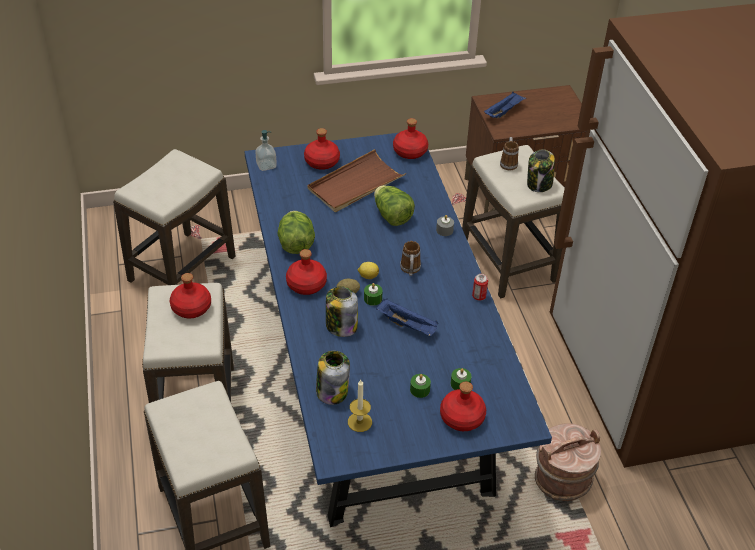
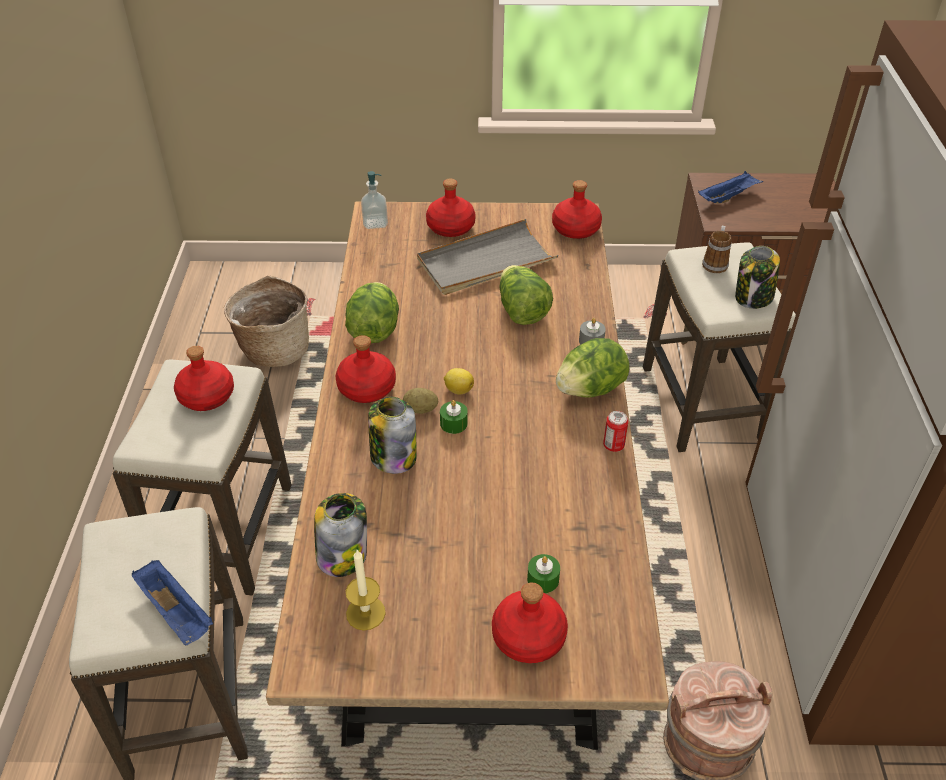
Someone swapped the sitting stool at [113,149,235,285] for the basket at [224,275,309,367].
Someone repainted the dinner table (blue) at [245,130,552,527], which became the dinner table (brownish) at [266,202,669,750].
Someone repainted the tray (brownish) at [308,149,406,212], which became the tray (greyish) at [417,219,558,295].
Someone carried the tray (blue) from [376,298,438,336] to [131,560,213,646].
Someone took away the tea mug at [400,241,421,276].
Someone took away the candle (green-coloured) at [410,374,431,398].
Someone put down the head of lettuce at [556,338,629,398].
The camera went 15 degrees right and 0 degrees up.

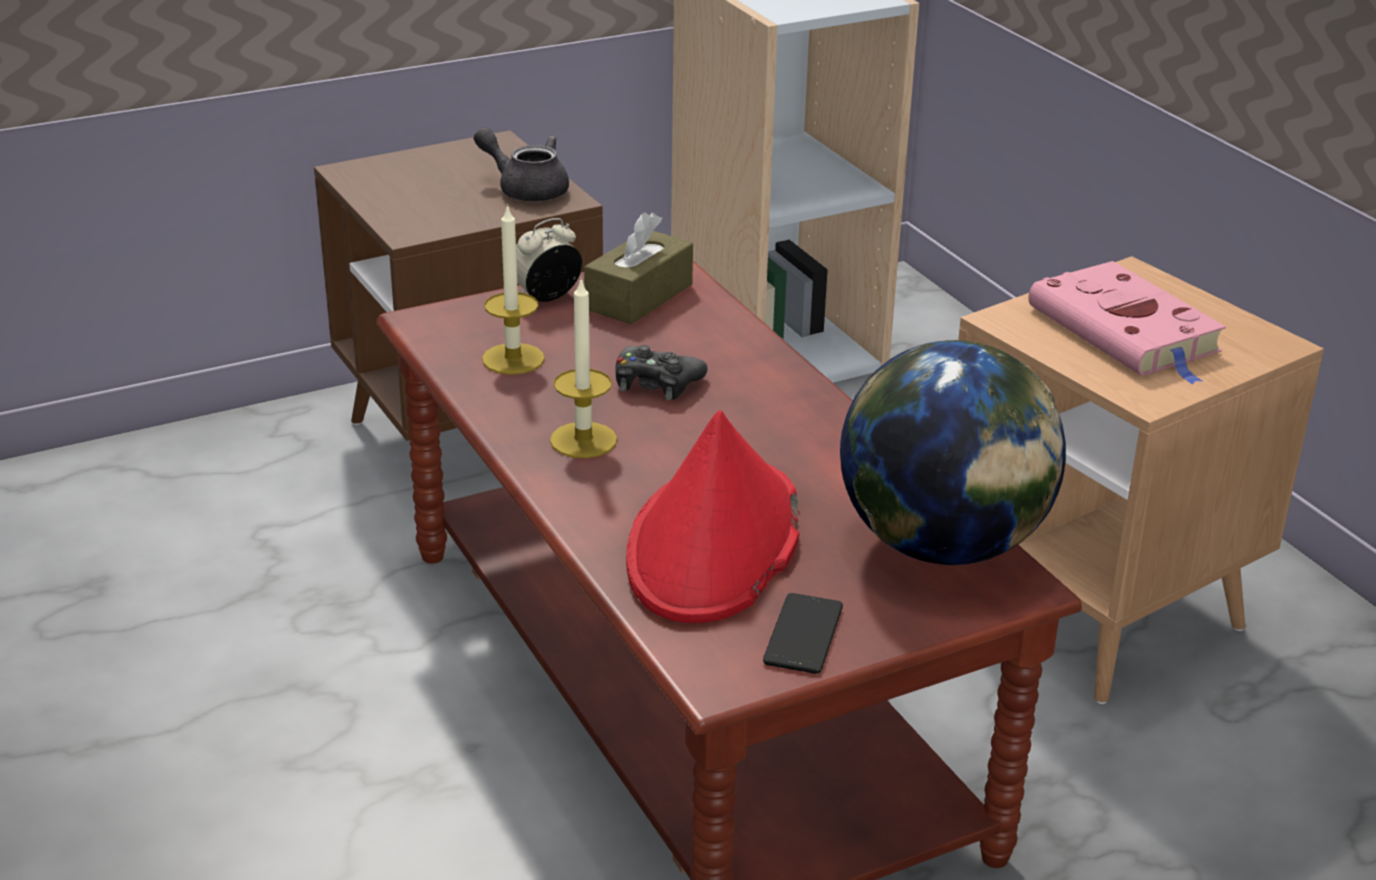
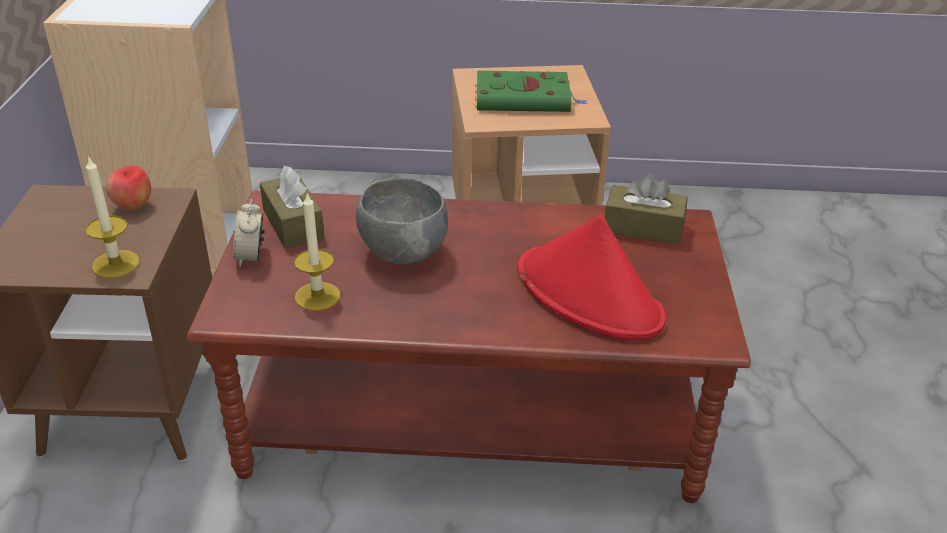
Someone swapped the pot for tea (greyish) at [474,127,569,202] for the apple at [106,165,151,211].
Someone carried the candle from [550,277,617,458] to [85,156,140,278].
Someone swapped the game controller (black) at [615,345,708,400] for the serving bowl (greyish) at [356,178,448,265].
Someone took away the phone at [763,593,843,674].
Someone swapped the world globe at [840,340,1066,565] for the box of tissues (brownish) at [605,174,688,245].
Someone repainted the volume (pink-coloured) at [1028,261,1226,385], which became the volume (green-coloured) at [475,71,587,112].
The camera went 60 degrees left and 5 degrees up.

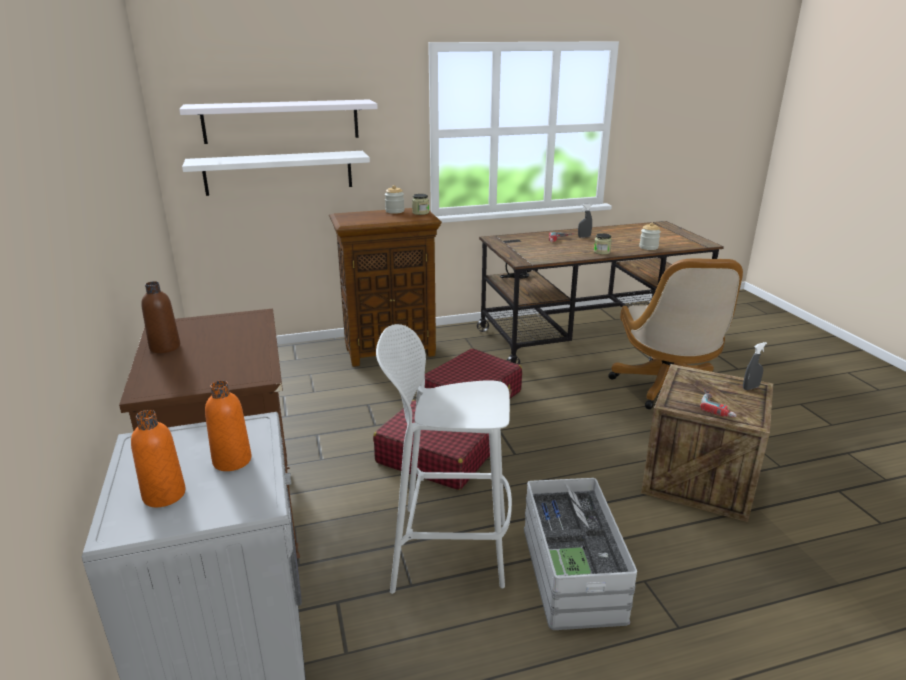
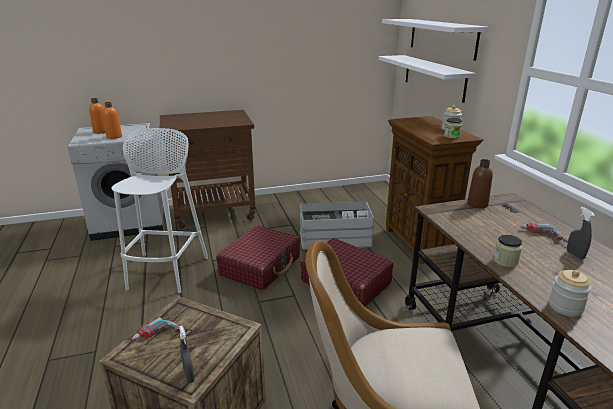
Someone carried the beverage bottle (brownish) from [141,281,180,353] to [467,159,493,208].
Someone carried the storage box (greyish) from [524,478,637,630] to [300,202,374,250].
The camera went 90 degrees right and 0 degrees up.

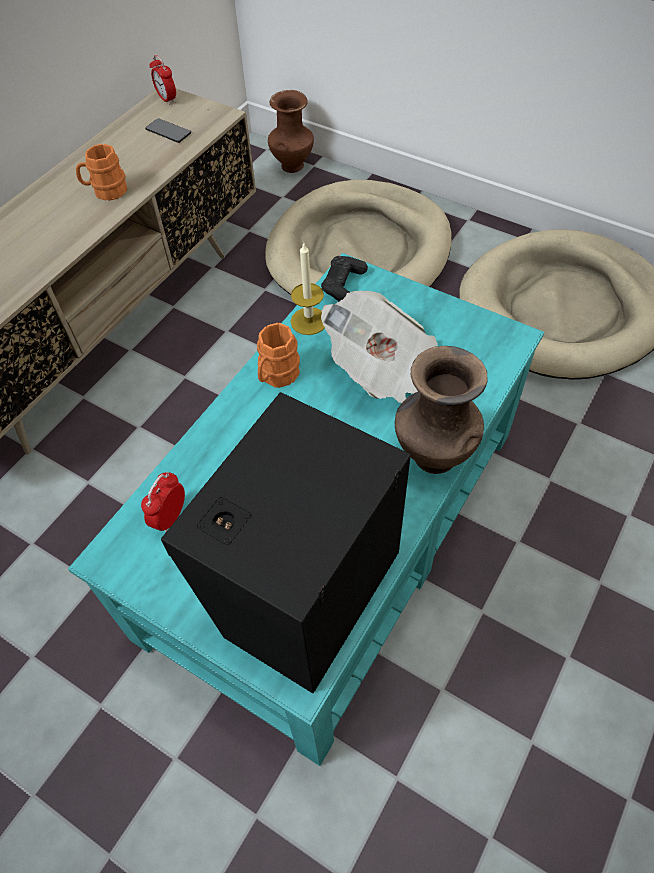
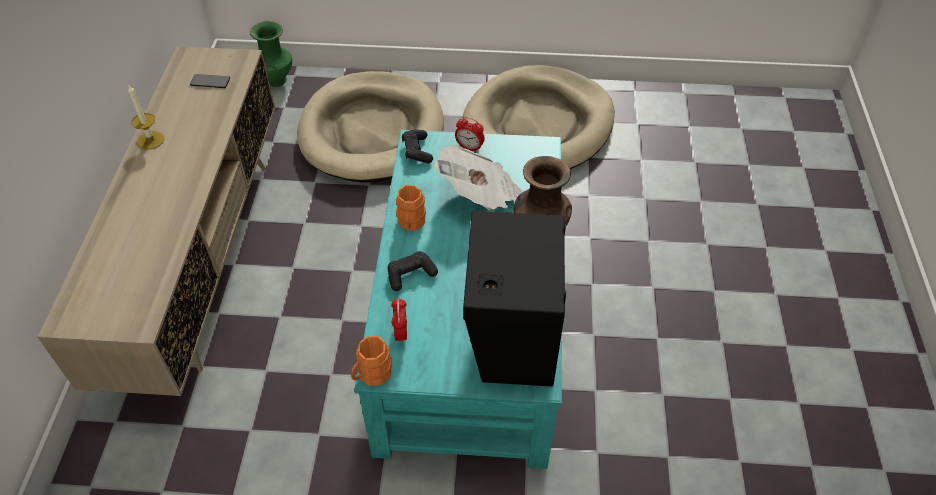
Someone carried the tea mug (orangey) from [76,144,127,201] to [351,336,392,386].
Someone carried the bedside clock from [149,55,176,105] to [455,116,485,152].
Someone repainted the vase (brownish) at [268,90,314,173], which became the vase (green-coloured) at [250,21,292,87].
Someone carried the candle from [291,242,325,335] to [128,85,165,150].
Someone put down the game controller (black) at [388,251,438,291].
The camera went 30 degrees left and 5 degrees down.

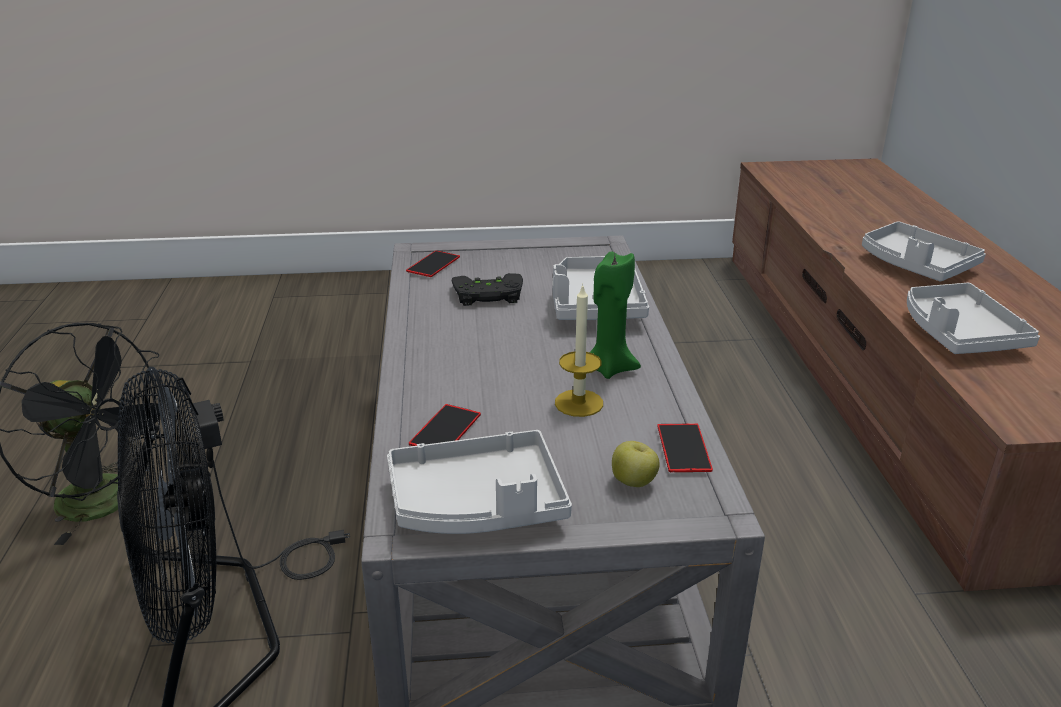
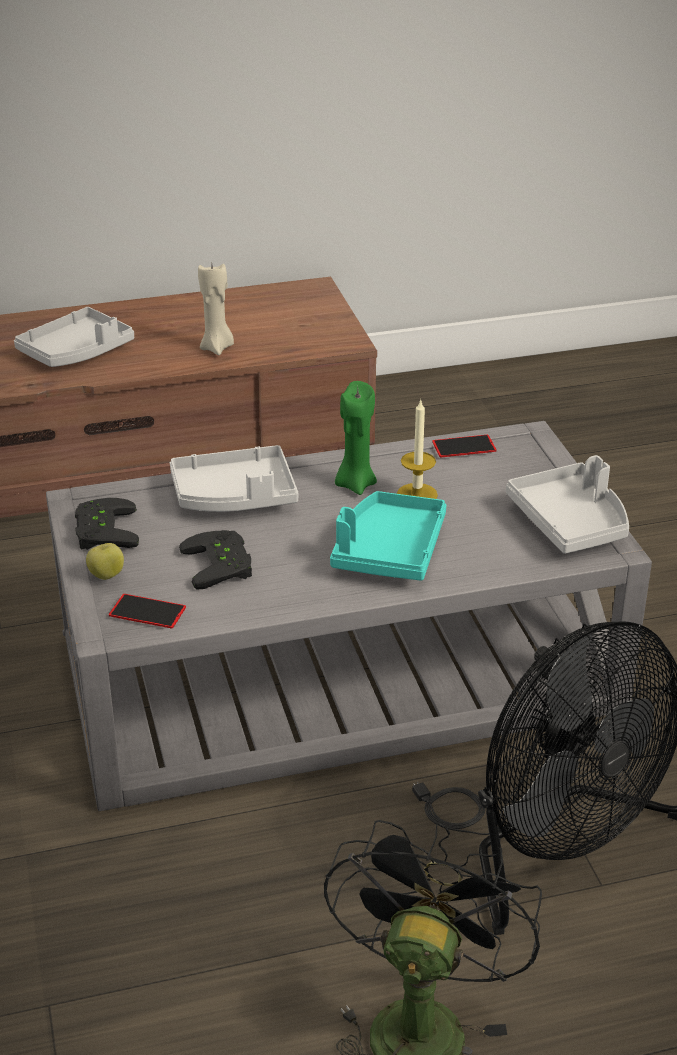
Someone took away the phone at [409,404,481,446].
Someone carried the apple from [612,441,660,487] to [86,543,124,580].
Someone swapped the tray (greyish) at [907,283,1040,354] for the candle (sand-coloured) at [198,264,234,355].
Someone put down the game controller (black) at [75,498,139,550].
Someone put down the tray (turquoise) at [330,491,447,581].
The camera went 100 degrees left and 5 degrees up.

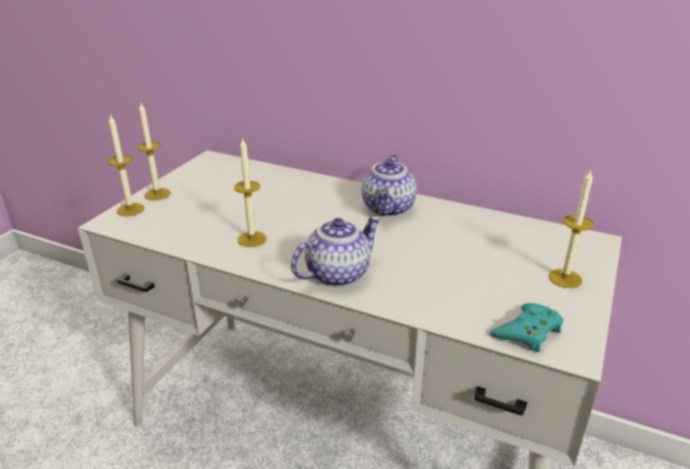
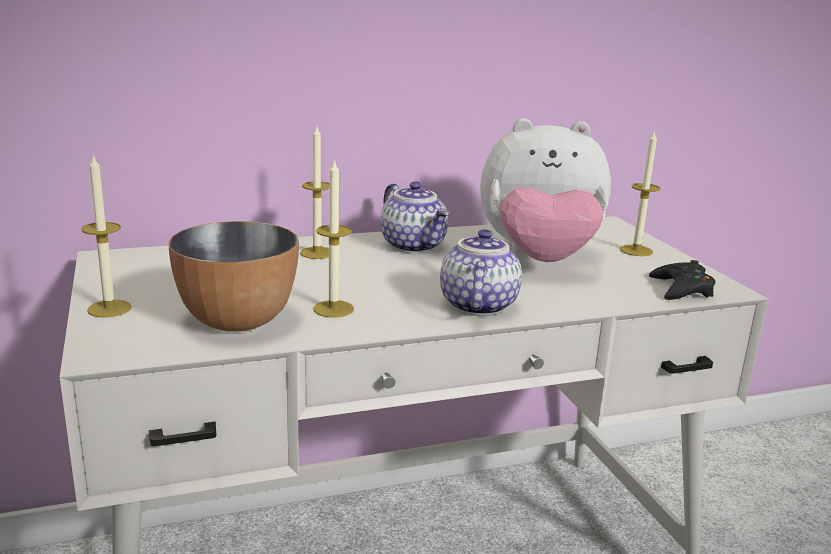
Someone carried the candle from [108,114,145,216] to [300,127,330,259].
Someone repainted the game controller (turquoise) at [490,303,563,352], which became the game controller (black) at [649,260,716,300].
Someone put down the serving bowl at [168,221,299,332].
Someone put down the cuddly toy at [480,118,611,262].
The camera went 45 degrees left and 10 degrees down.

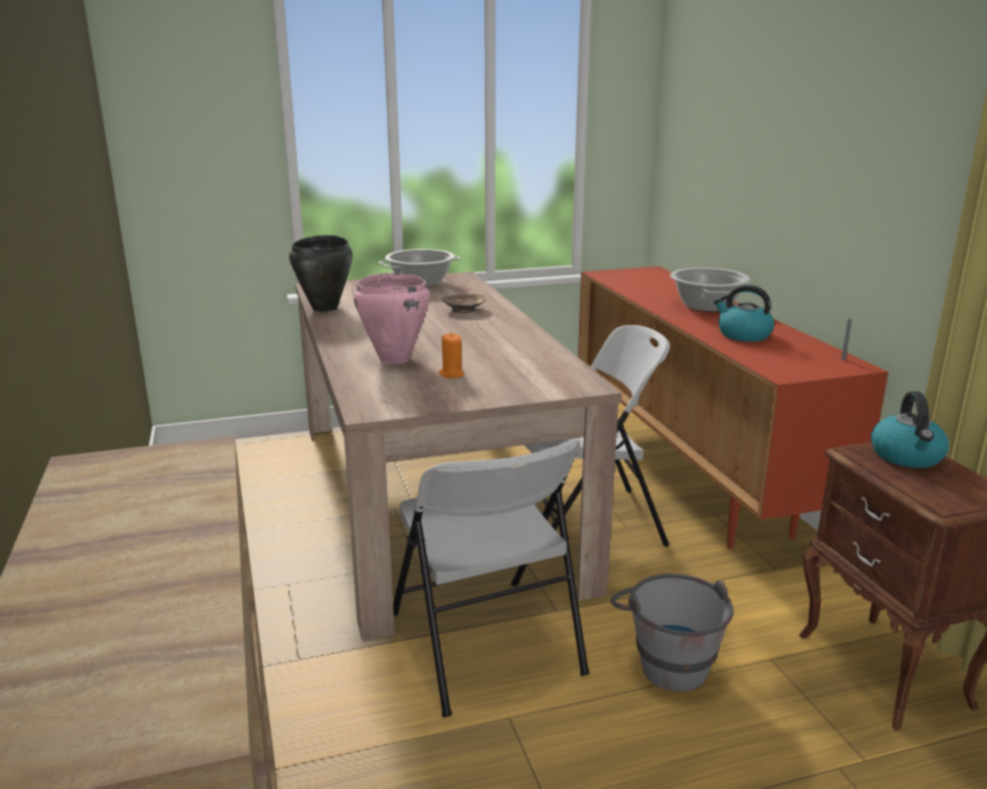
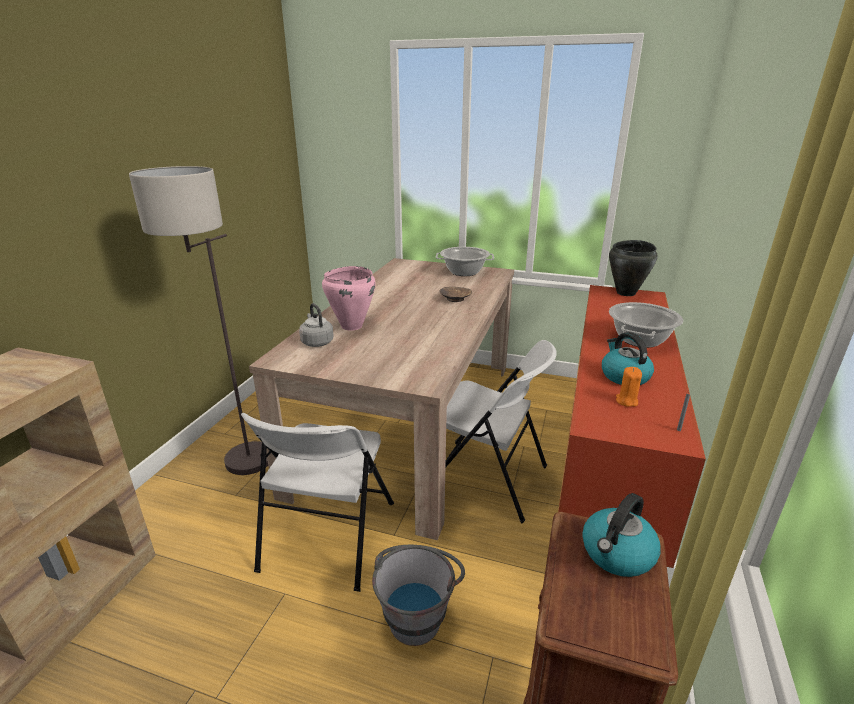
Someone carried the saucepot (black) from [289,235,353,312] to [609,240,658,296].
Someone carried the candle (orangey) from [439,333,465,378] to [616,367,642,407].
Someone put down the standard lamp (greyish) at [129,166,268,475].
Someone put down the water kettle (greyish) at [299,303,334,347].
The camera went 35 degrees right and 5 degrees up.

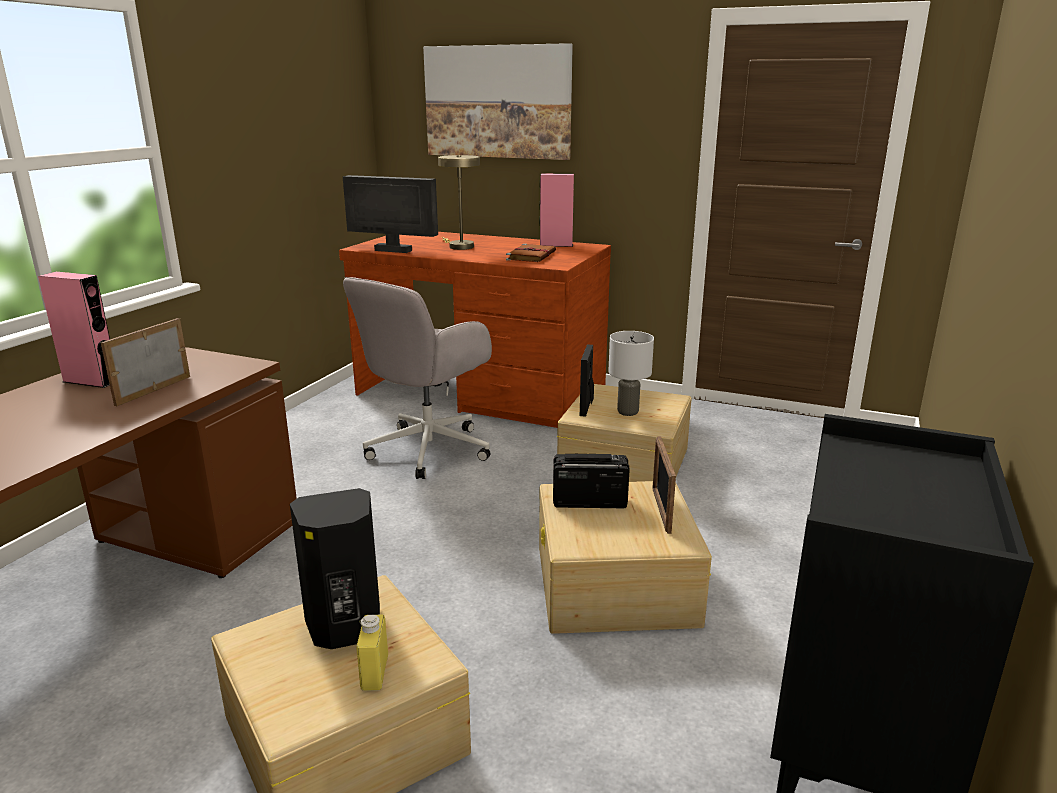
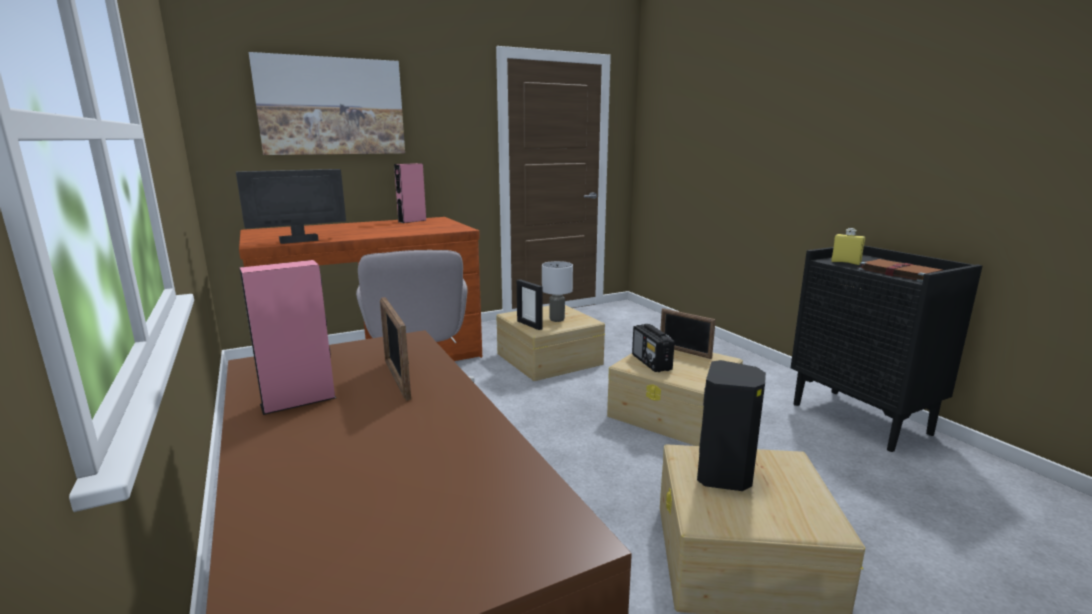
Someone carried the beverage bottle (yellowish) from [356,615,388,691] to [831,228,865,265].
Someone took away the lamp for a table (sand-coloured) at [438,155,480,250].
Someone carried the volume (brownish) from [506,244,556,262] to [859,259,943,282].
Someone rotated the radio set at [553,454,630,508] by 60 degrees counterclockwise.
The camera went 50 degrees left and 5 degrees down.

